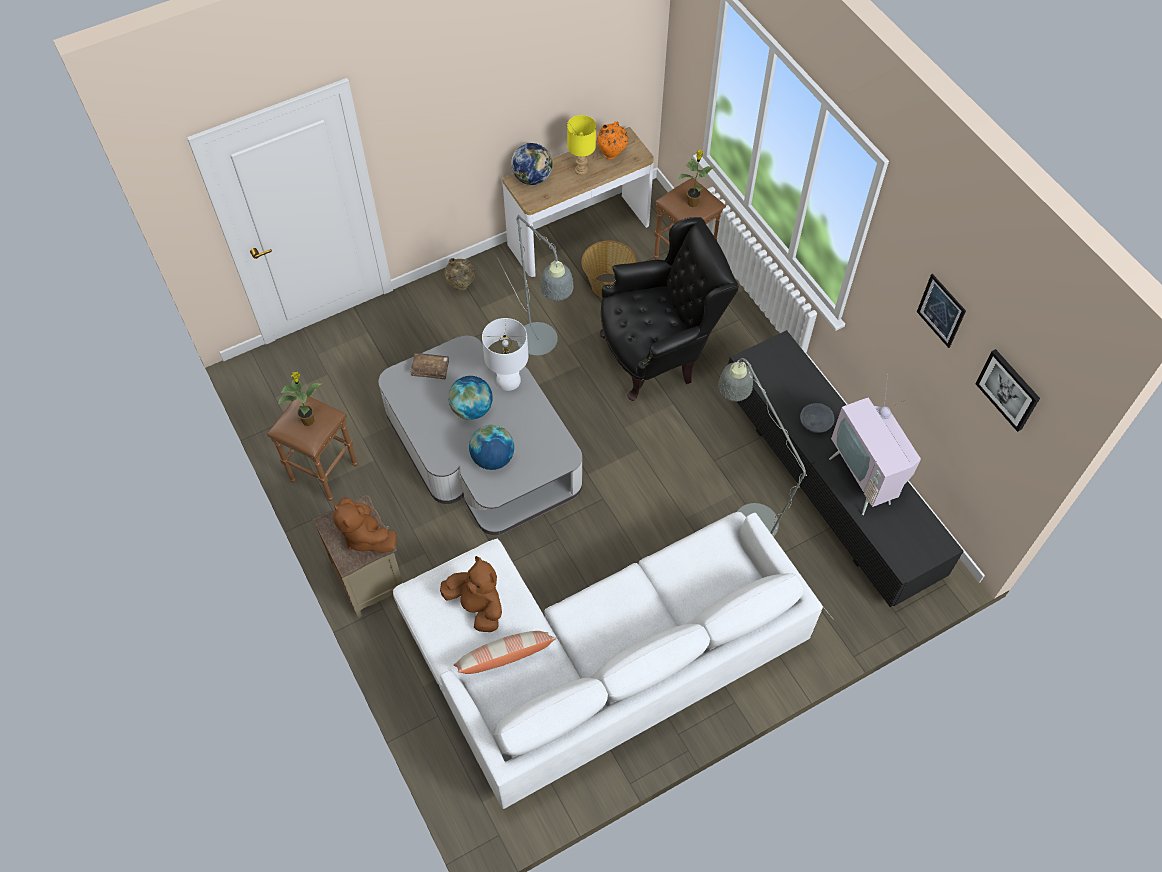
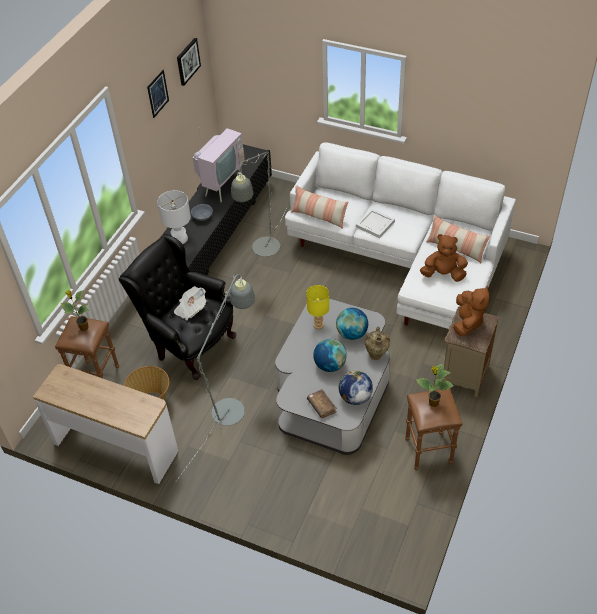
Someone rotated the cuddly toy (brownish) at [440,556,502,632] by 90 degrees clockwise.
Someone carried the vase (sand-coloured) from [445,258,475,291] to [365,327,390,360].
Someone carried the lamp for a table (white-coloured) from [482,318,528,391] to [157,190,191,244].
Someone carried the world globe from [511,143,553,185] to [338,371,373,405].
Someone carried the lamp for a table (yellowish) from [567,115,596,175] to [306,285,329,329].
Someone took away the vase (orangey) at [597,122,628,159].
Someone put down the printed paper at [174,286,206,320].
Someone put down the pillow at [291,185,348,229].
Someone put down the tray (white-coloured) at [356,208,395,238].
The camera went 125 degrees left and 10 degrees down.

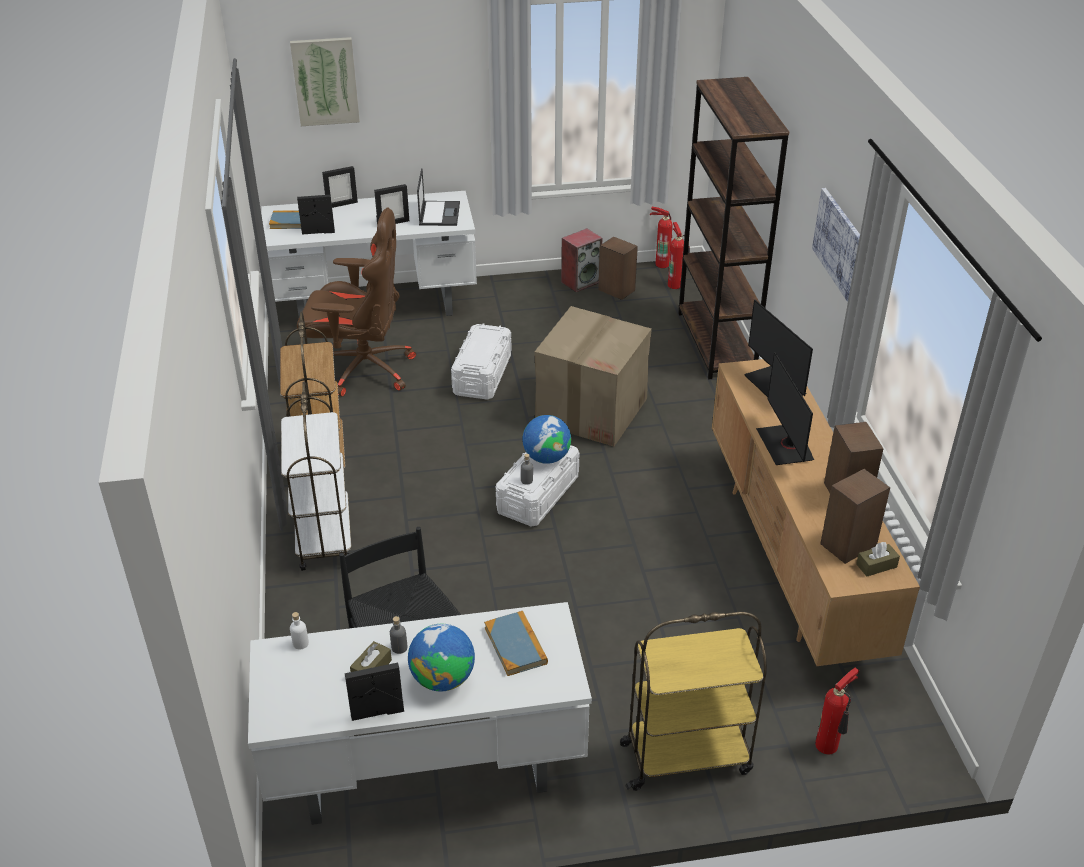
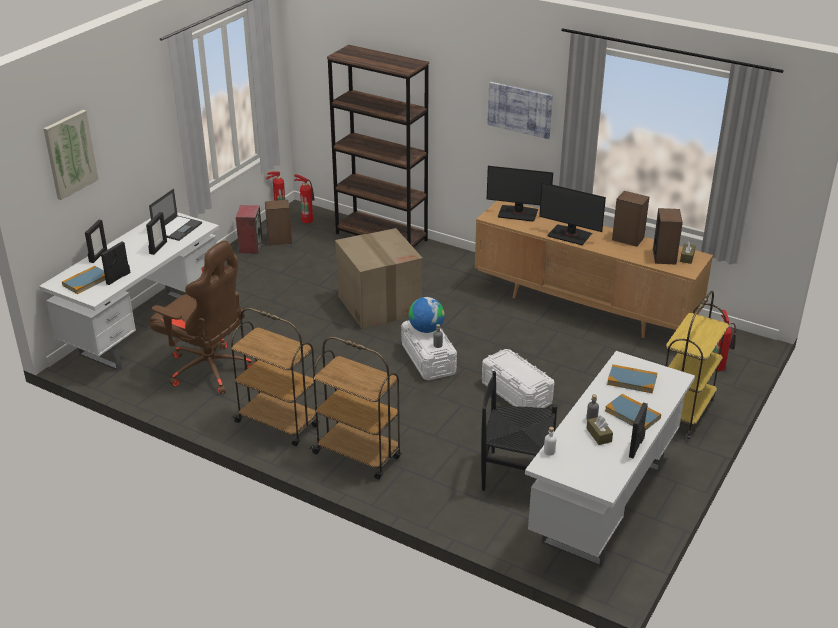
Someone repainted the trolley (white-coloured) at [281,382,351,571], which became the trolley (brownish) at [309,337,402,480].
Someone rotated the desk chair (brownish) at [297,207,416,397] by 75 degrees clockwise.
Someone swapped the world globe at [408,624,475,691] for the volume at [605,394,661,430].
Someone rotated the notebook computer at [417,168,460,226] by 75 degrees clockwise.
Someone carried the storage box (white-coloured) from [451,323,512,400] to [482,349,554,408].
The camera went 50 degrees left and 5 degrees down.

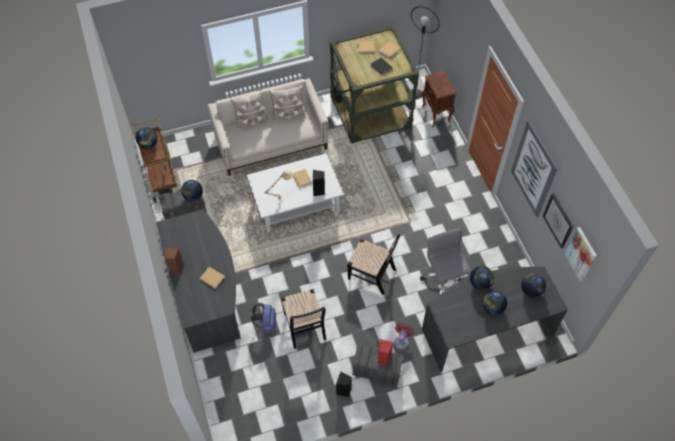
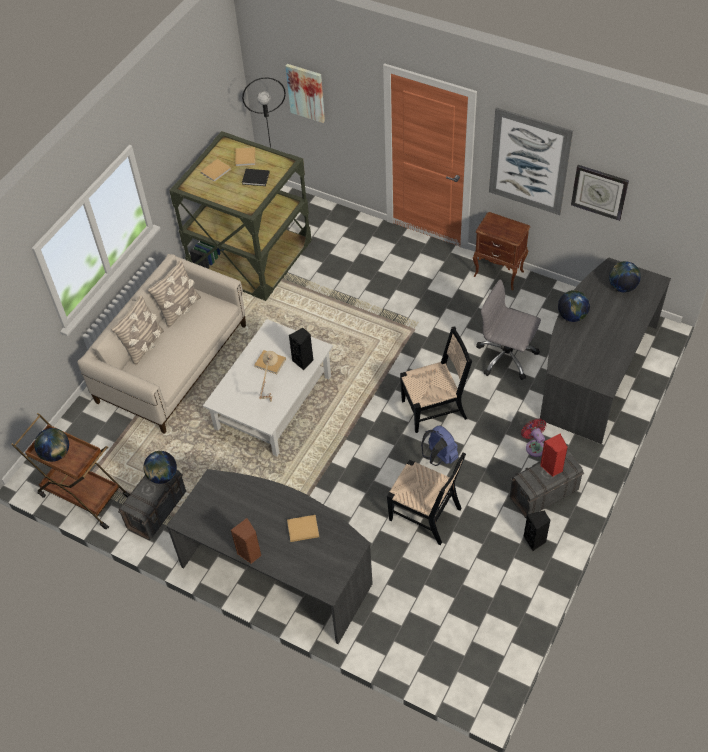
Someone carried the rucksack (blue) from [251,303,276,333] to [421,425,458,466].
Someone carried the night table (brownish) from [422,71,457,128] to [473,212,530,290].
Someone took away the world globe at [482,291,507,315].
Someone carried the wall art from [565,227,597,281] to [286,64,325,123].
The camera went 40 degrees left and 5 degrees down.

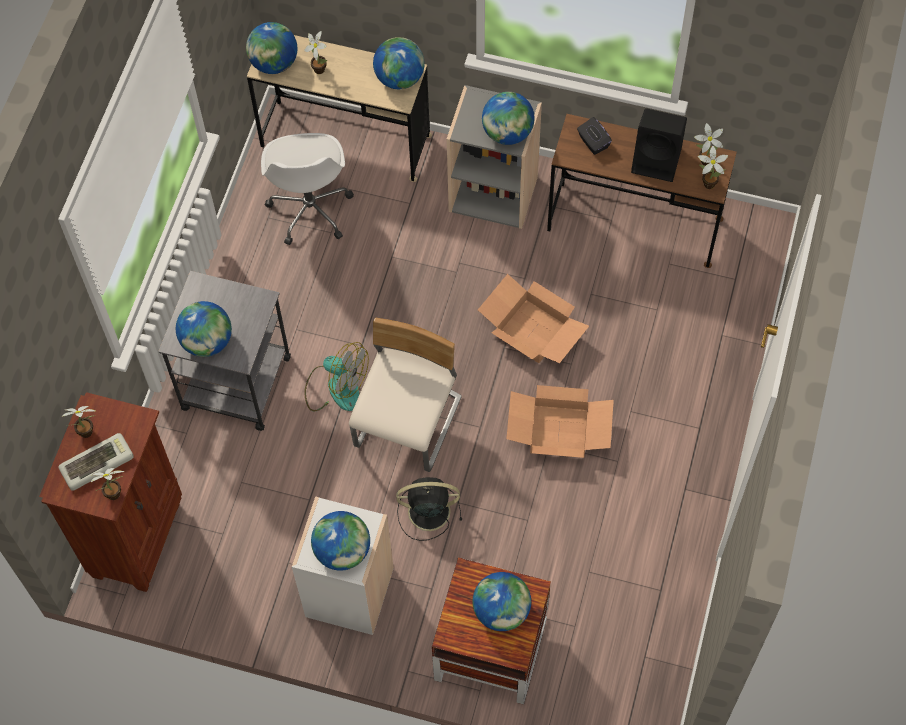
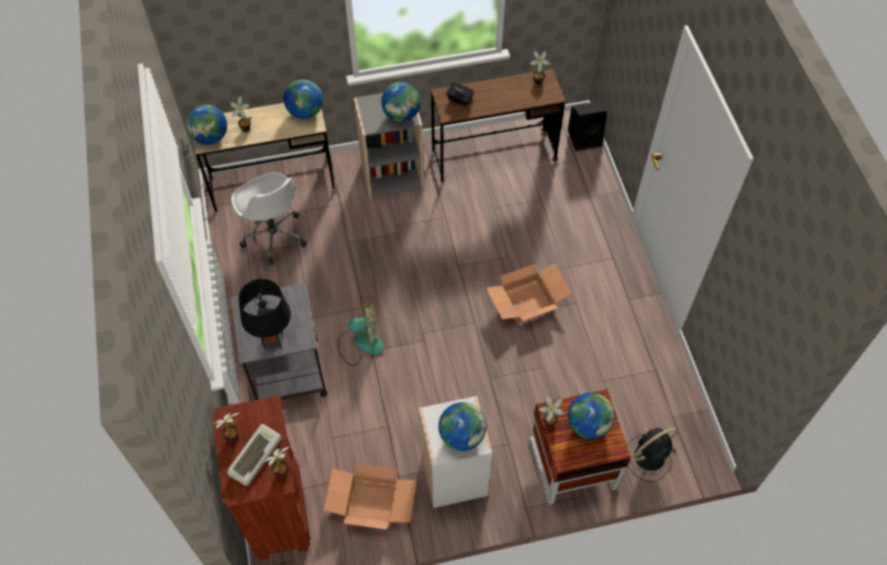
Someone swapped the world globe at [176,301,232,357] for the lamp for a table (black) at [239,279,291,348].
Someone took away the chair (sand-coloured) at [349,318,462,472].
Someone carried the fan (black) from [396,477,462,541] to [627,427,677,482].
Someone carried the carton from [478,274,589,363] to [324,463,417,530].
Someone carried the loudspeaker (black) from [631,108,687,182] to [568,101,607,151].
Someone carried the houseplant from [698,146,728,189] to [538,397,564,427].
The camera went 30 degrees left and 5 degrees down.

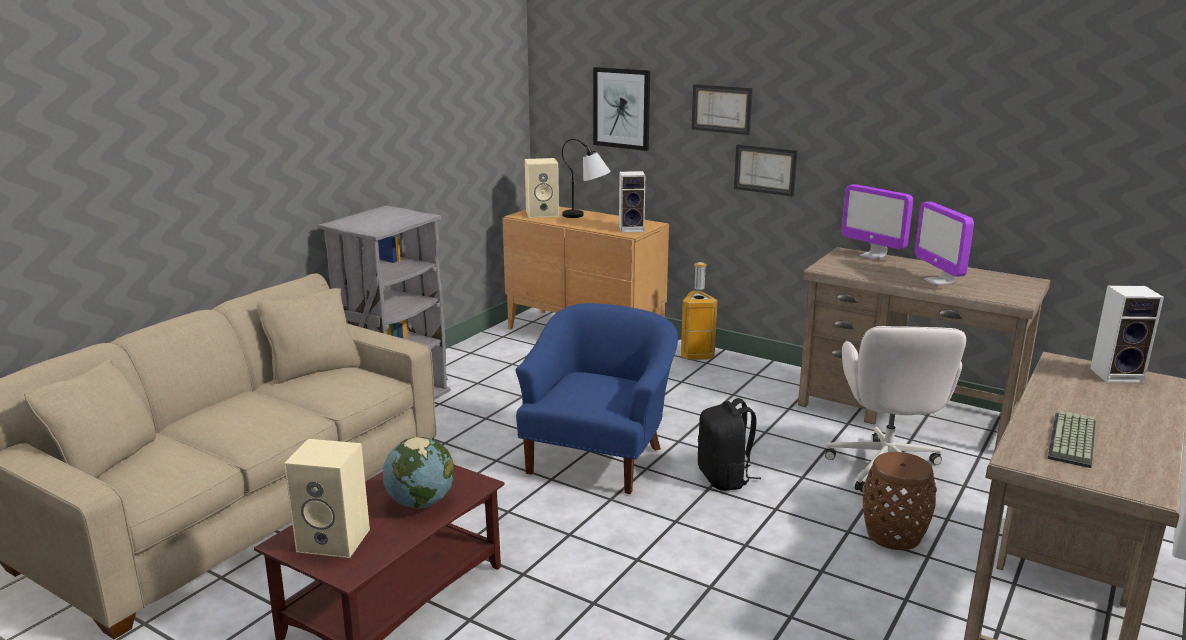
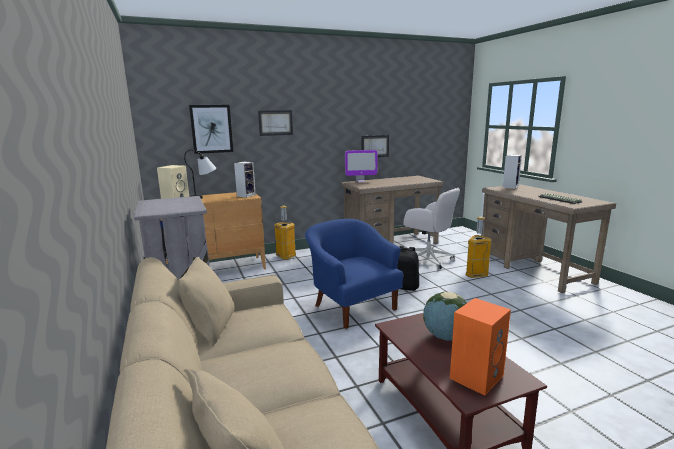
Someone repainted the loudspeaker (sand-coloured) at [284,439,370,558], which became the loudspeaker (orangey) at [450,298,511,396].
Someone carried the wall art from [734,144,798,197] to [362,135,389,157].
Someone swapped the sitting stool (brownish) at [863,452,936,550] for the waste bin at [466,217,491,278].
Someone took away the computer screen at [915,202,974,285].
The camera went 55 degrees left and 5 degrees down.

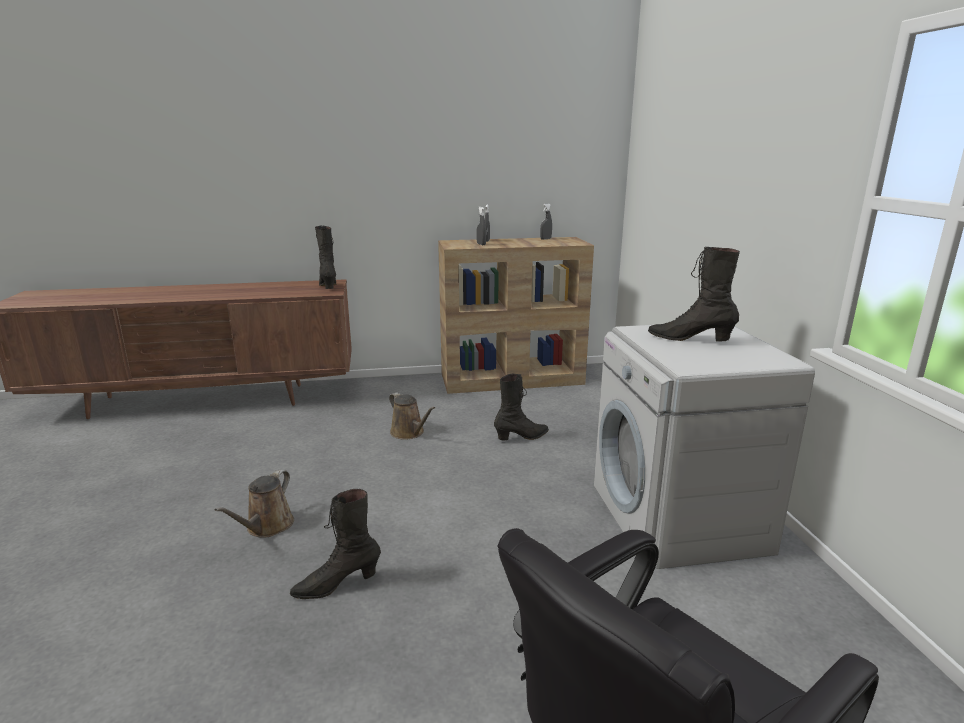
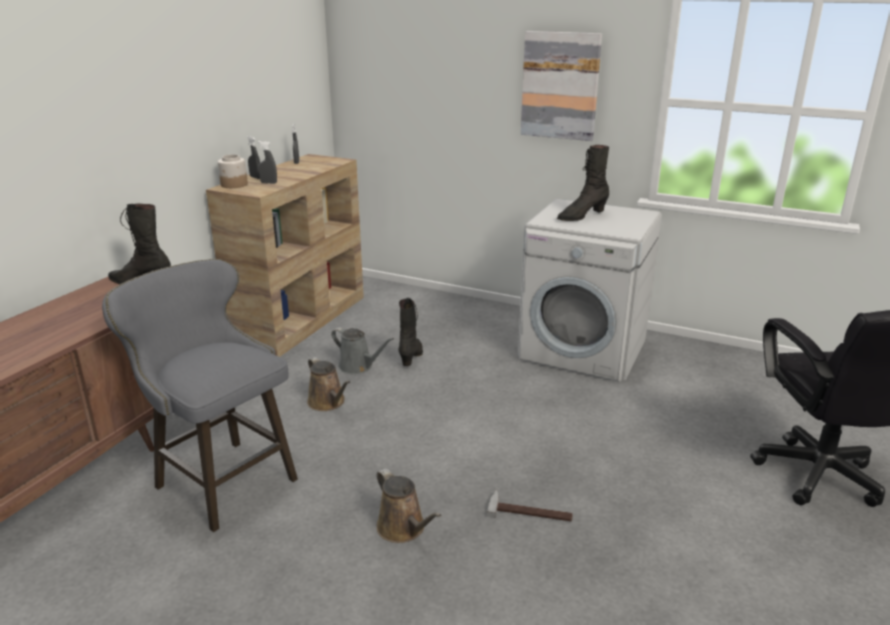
Someone swapped the high-top boot (black) at [290,489,381,599] for the hand hammer at [487,490,573,521].
Someone rotated the sprinkling can (brownish) at [389,392,435,440] by 60 degrees clockwise.
Someone put down the sitting stool (greyish) at [102,259,298,532].
Someone put down the preserve jar at [218,155,248,188].
Someone put down the sprinkling can (greyish) at [331,327,394,374].
Someone put up the wall art at [521,31,602,141].
The camera went 55 degrees left and 5 degrees up.

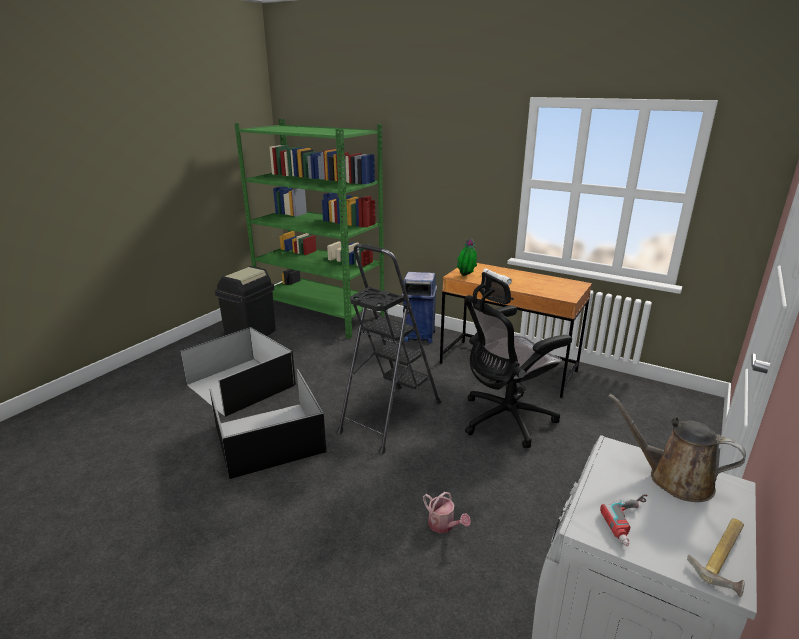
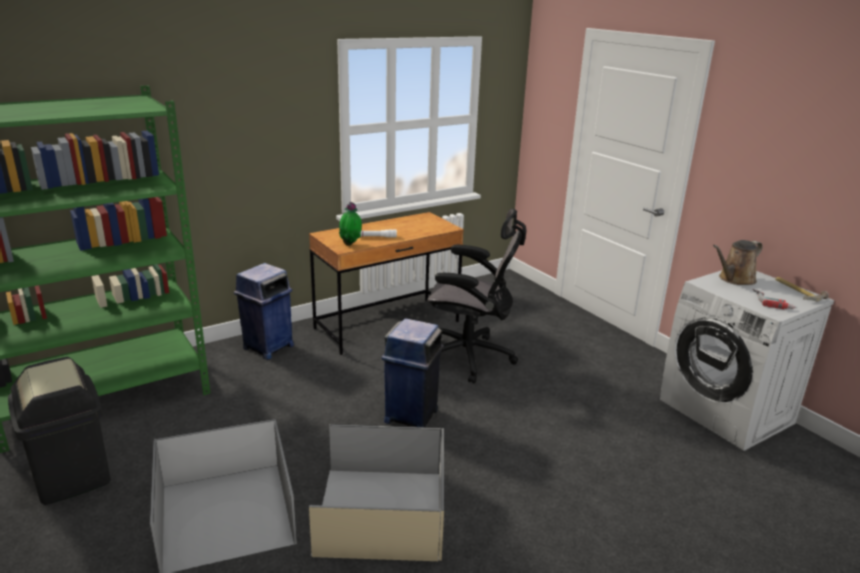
Someone repainted the storage box (black) at [209,369,326,480], which became the storage box (sand-coloured) at [309,424,444,561].
Someone swapped the step ladder at [336,244,442,454] for the waste bin (blue) at [382,318,444,427].
Someone took away the sprinkling can at [423,492,471,533].
Someone rotated the desk chair at [465,272,572,448] by 75 degrees counterclockwise.
The camera went 65 degrees left and 0 degrees up.

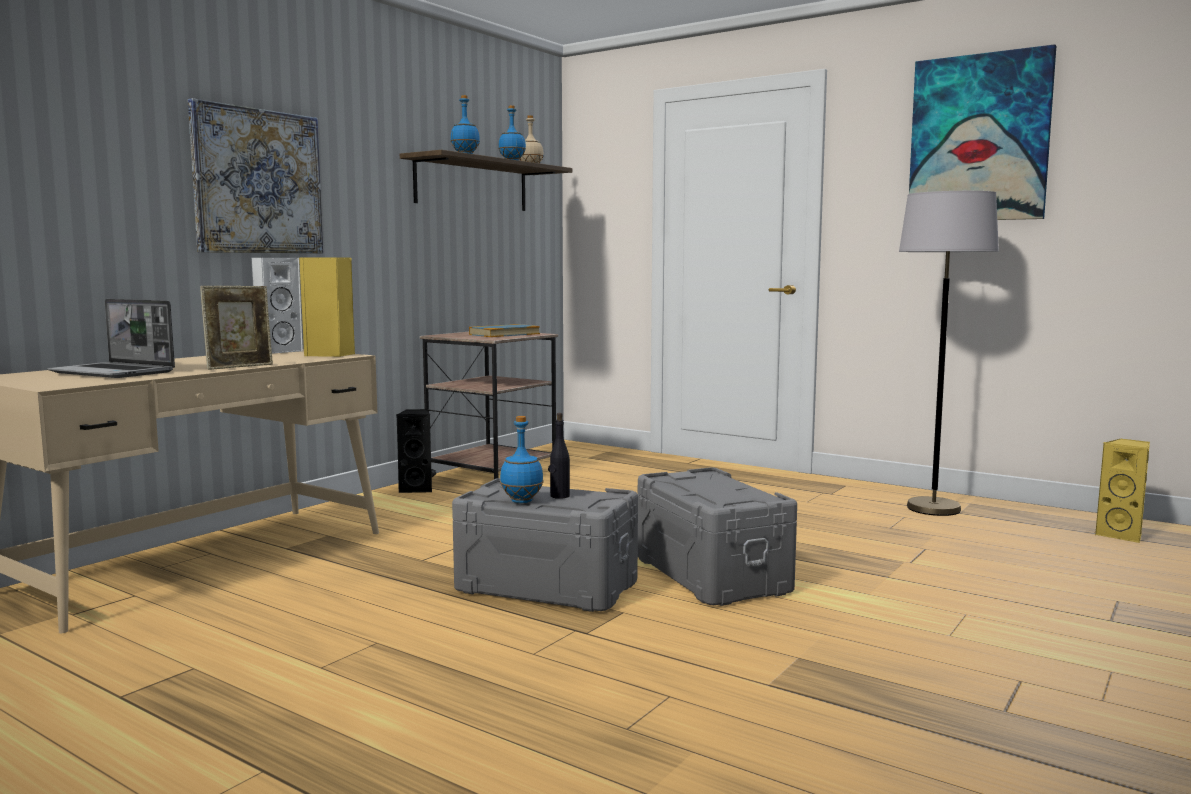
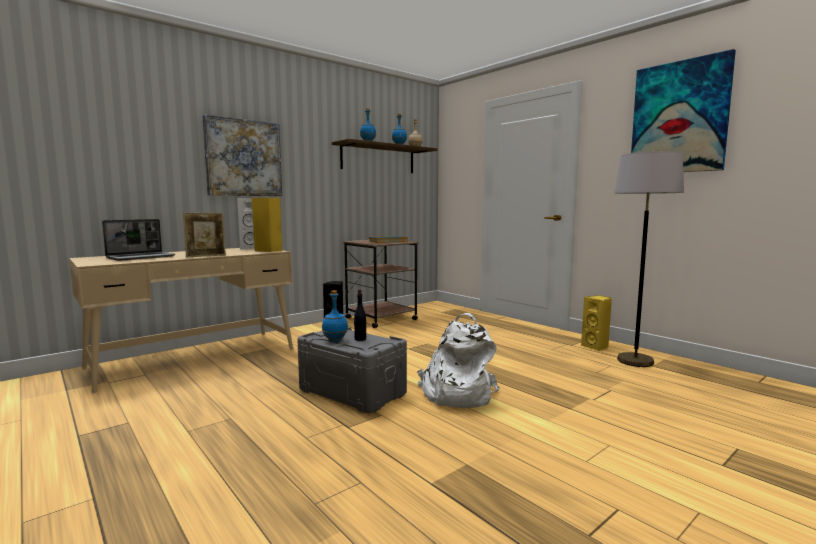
Someone rotated the notebook computer at [47,299,175,378] by 90 degrees counterclockwise.
Someone swapped the storage box (greyish) at [638,467,797,606] for the rucksack (white-coloured) at [417,313,500,408].
Someone carried the loudspeaker (yellowish) from [1095,439,1150,543] to [581,295,612,351].
The camera went 15 degrees right and 0 degrees up.

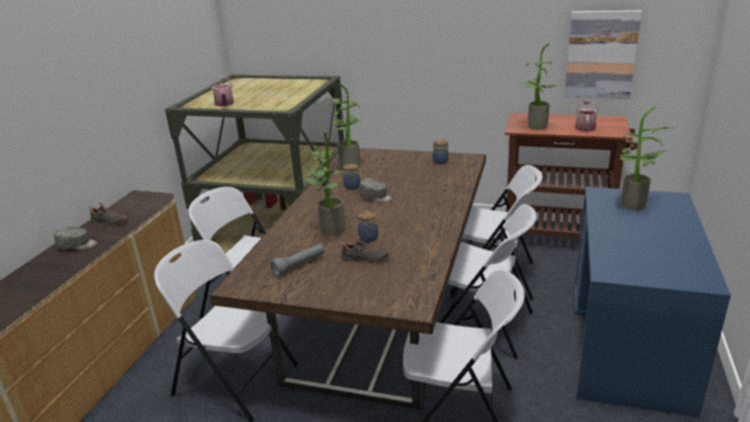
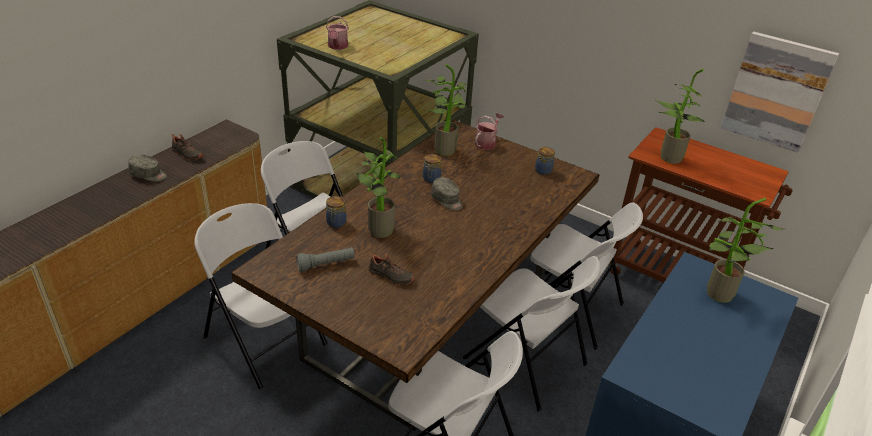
Someone carried the preserve jar from [358,211,378,242] to [326,196,347,228].
Someone carried the sprinkling can from [575,100,599,132] to [475,113,504,150].
The camera went 15 degrees right and 10 degrees up.

